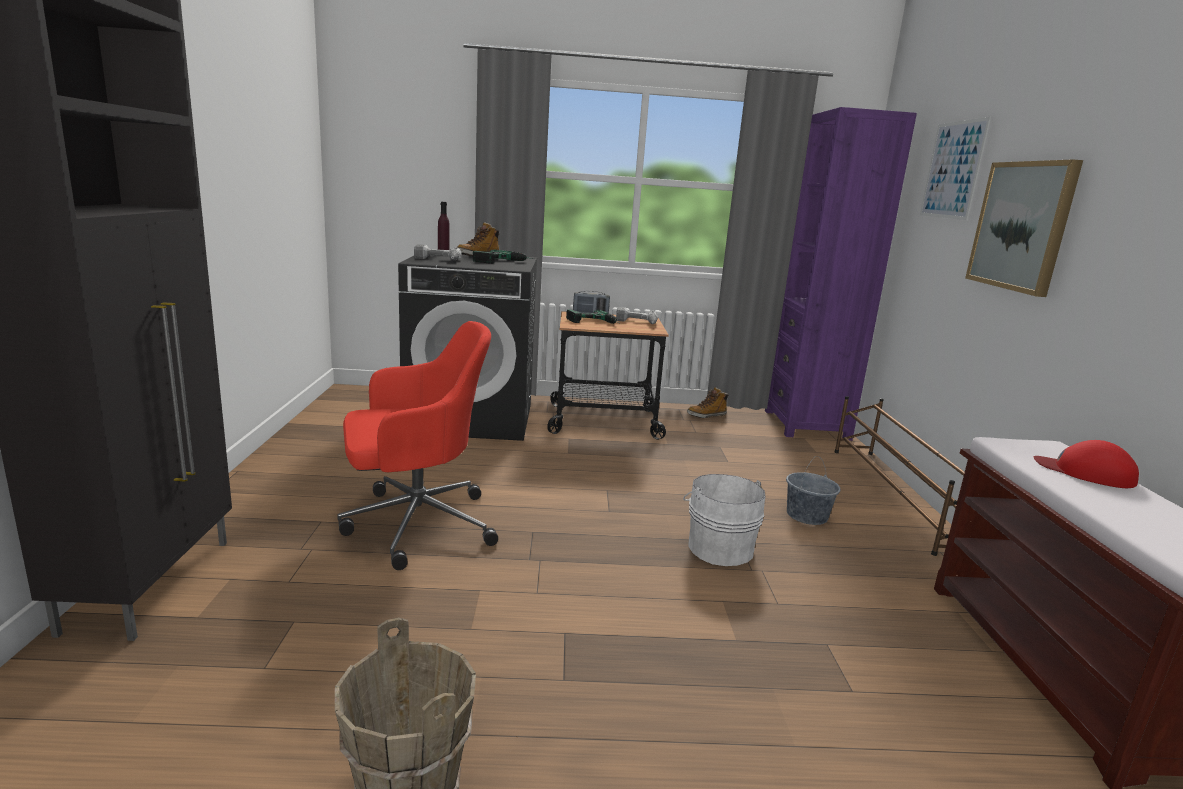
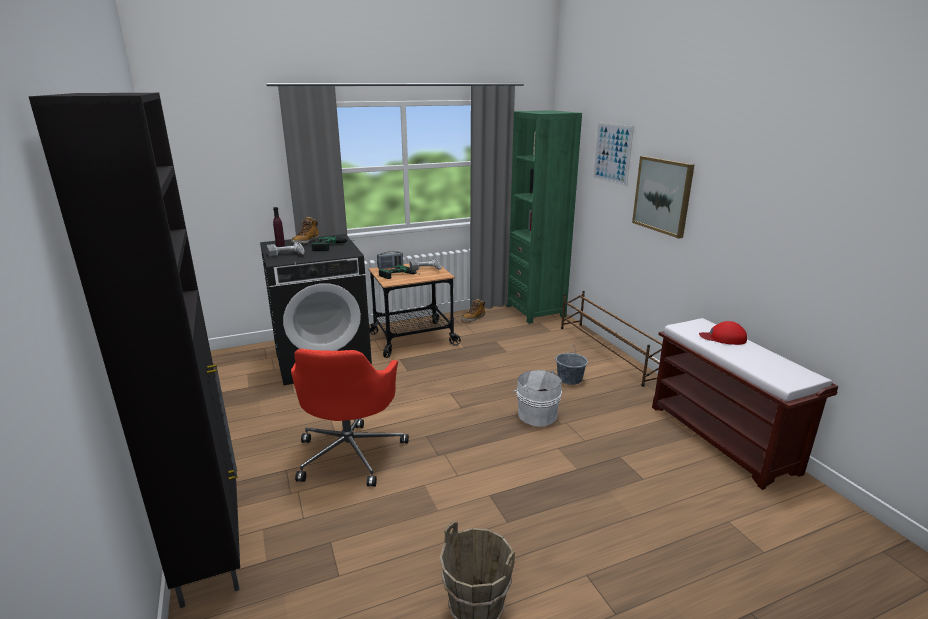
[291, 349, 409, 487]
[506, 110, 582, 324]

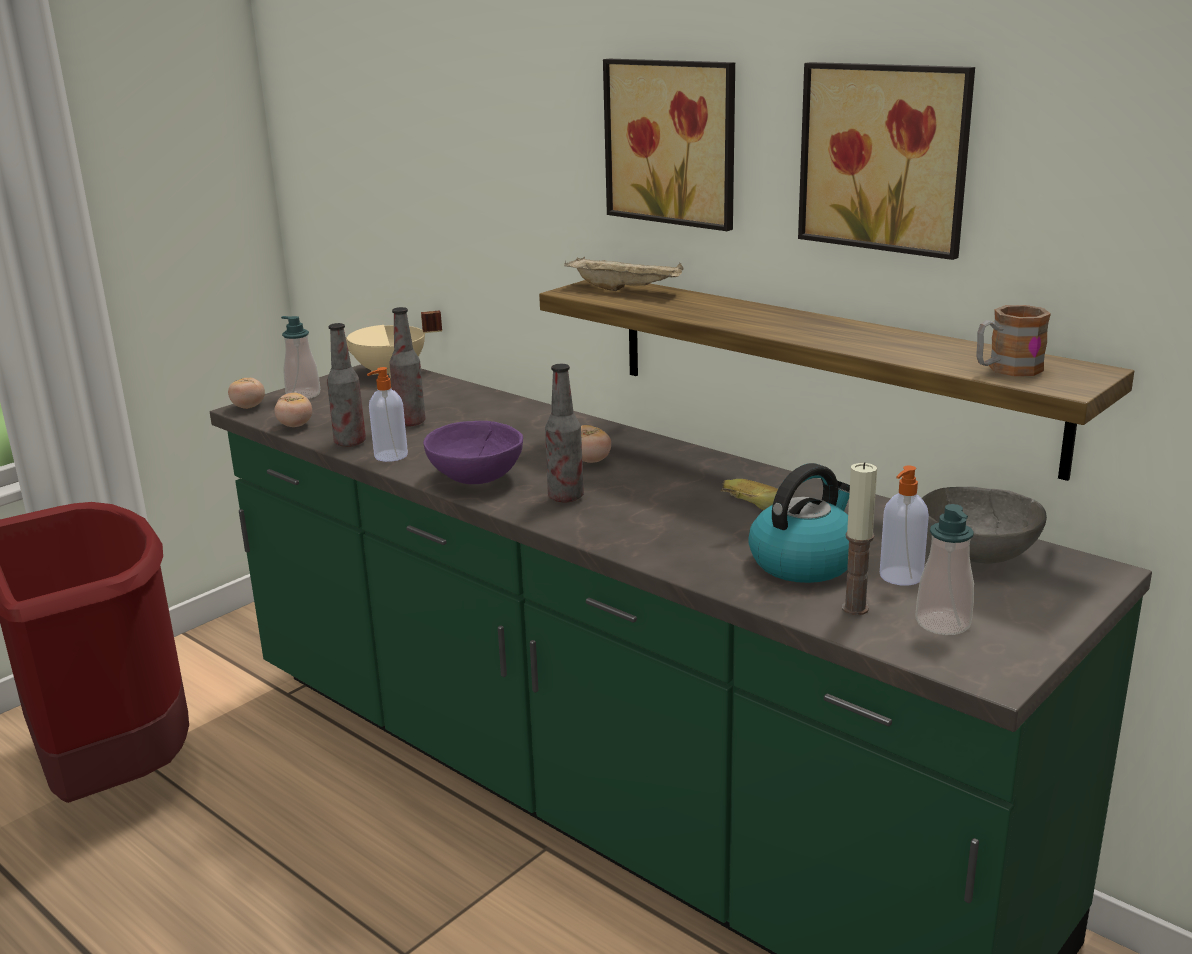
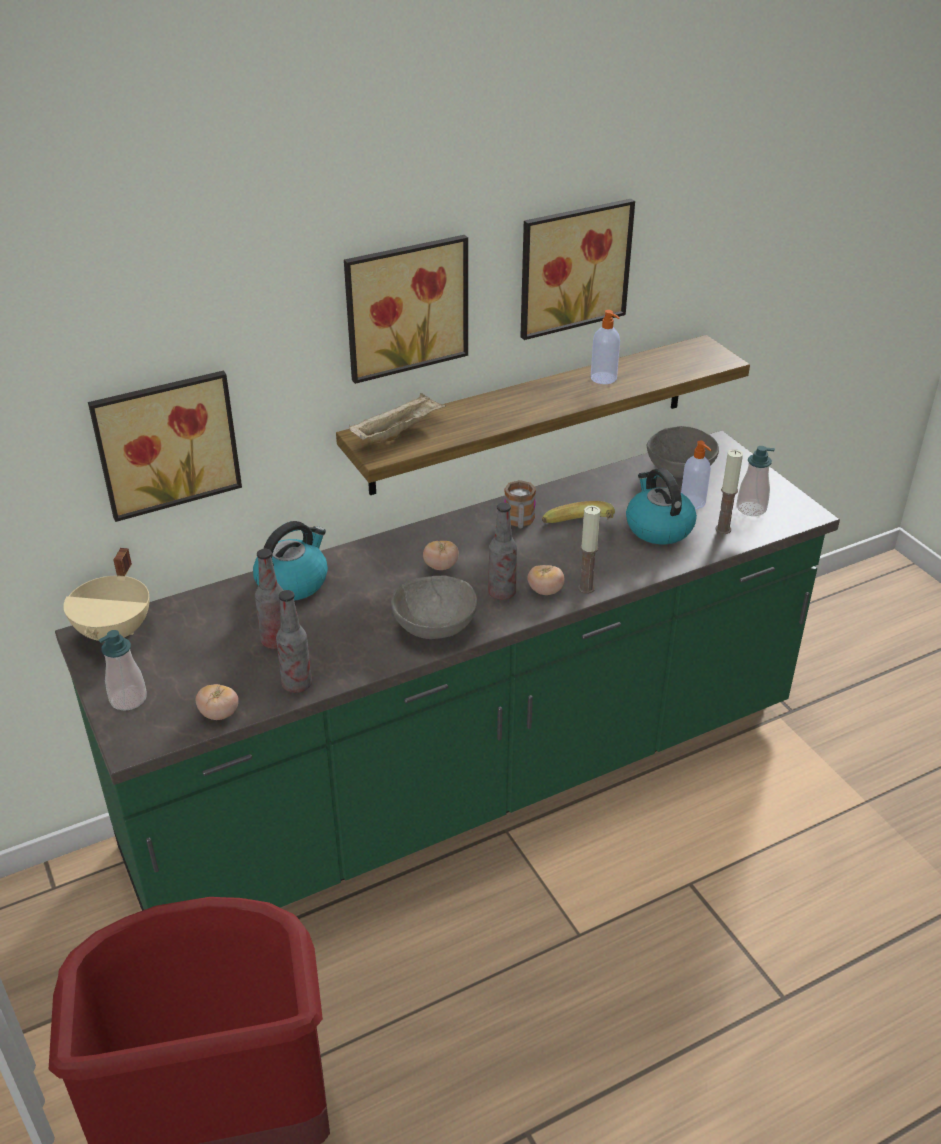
[88, 371, 242, 522]
[253, 521, 328, 601]
[391, 575, 477, 639]
[504, 480, 536, 528]
[527, 565, 564, 595]
[578, 505, 600, 594]
[591, 310, 620, 384]

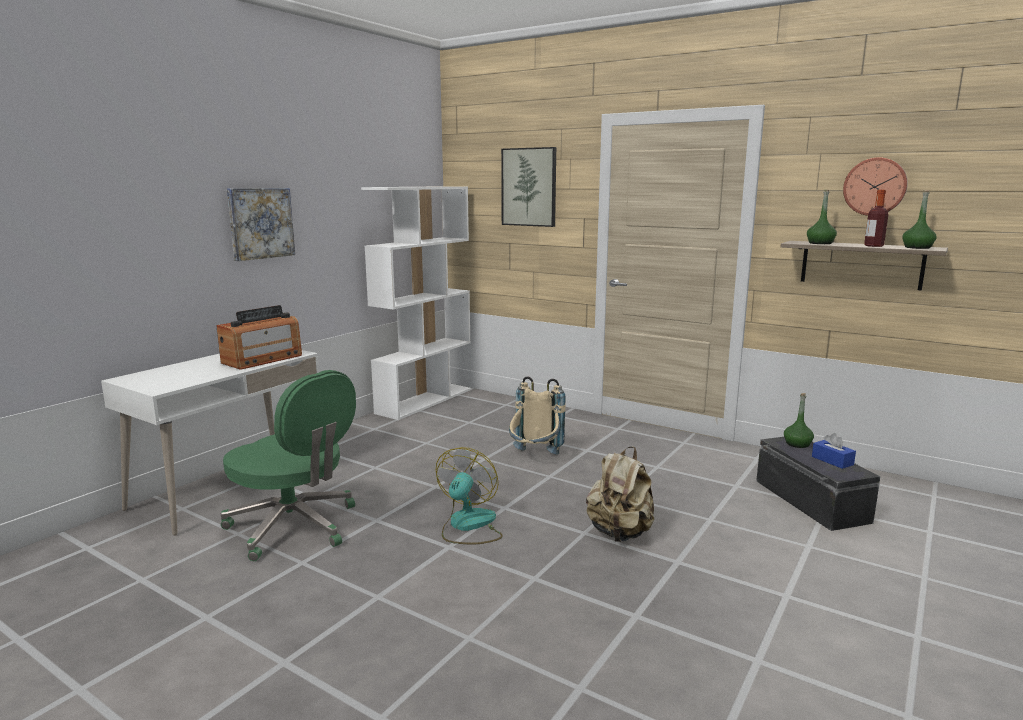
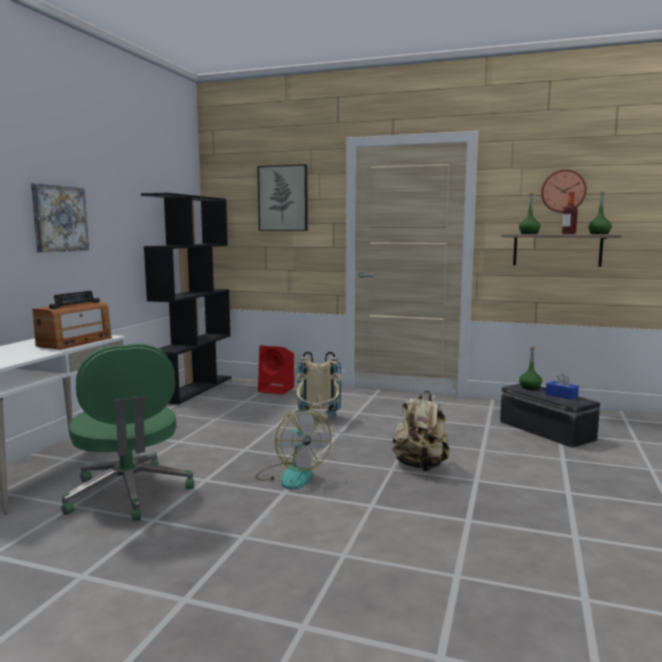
[61, 344, 194, 521]
[141, 193, 232, 405]
[256, 409, 331, 489]
[258, 346, 294, 395]

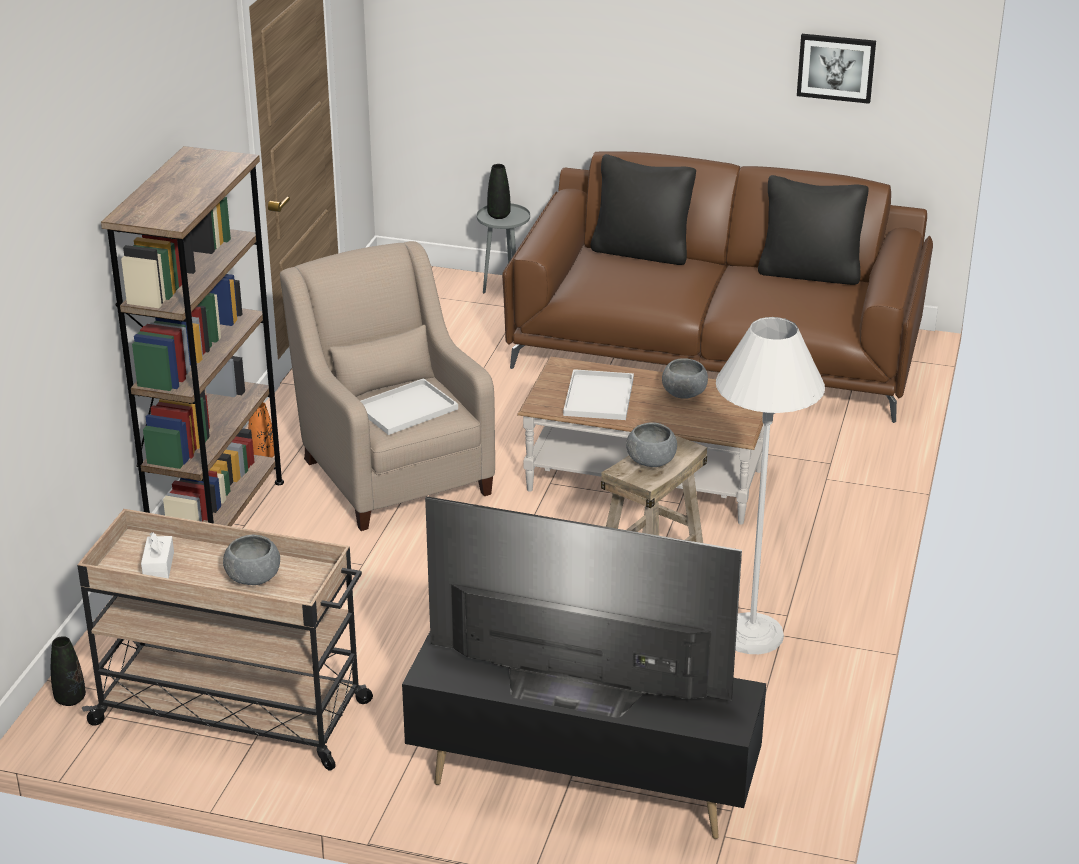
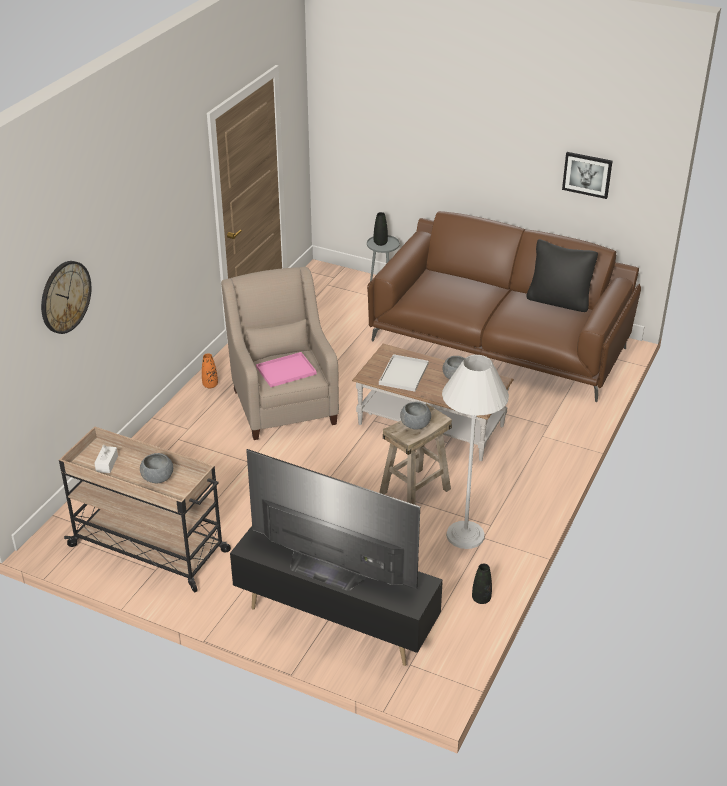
[41, 261, 91, 334]
[256, 352, 317, 387]
[472, 564, 492, 604]
[101, 146, 284, 526] (first image)
[591, 154, 696, 265] (first image)

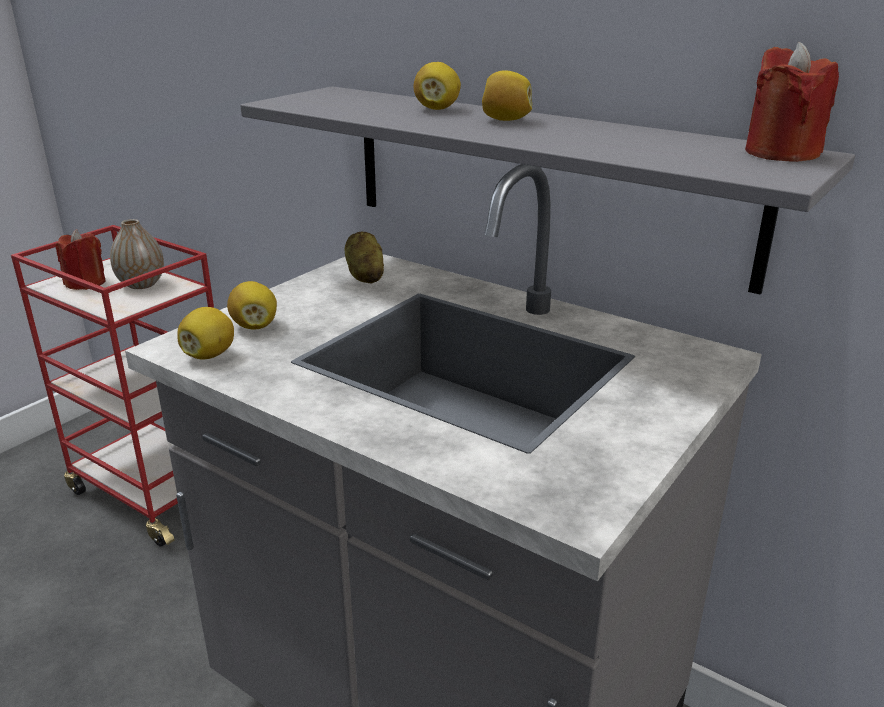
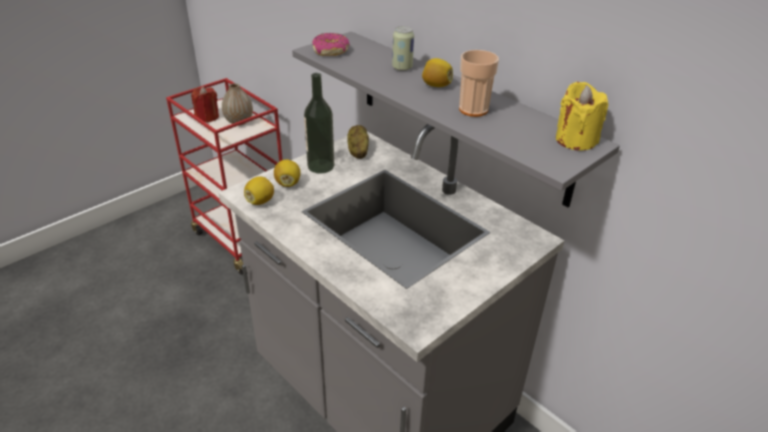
[304, 73, 334, 174]
[312, 33, 350, 56]
[392, 26, 414, 71]
[459, 50, 499, 117]
[556, 82, 608, 151]

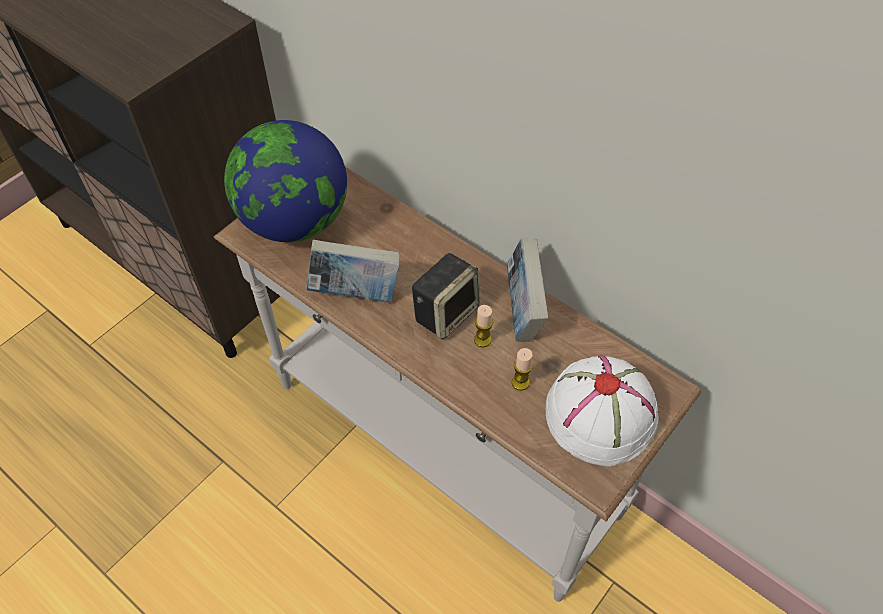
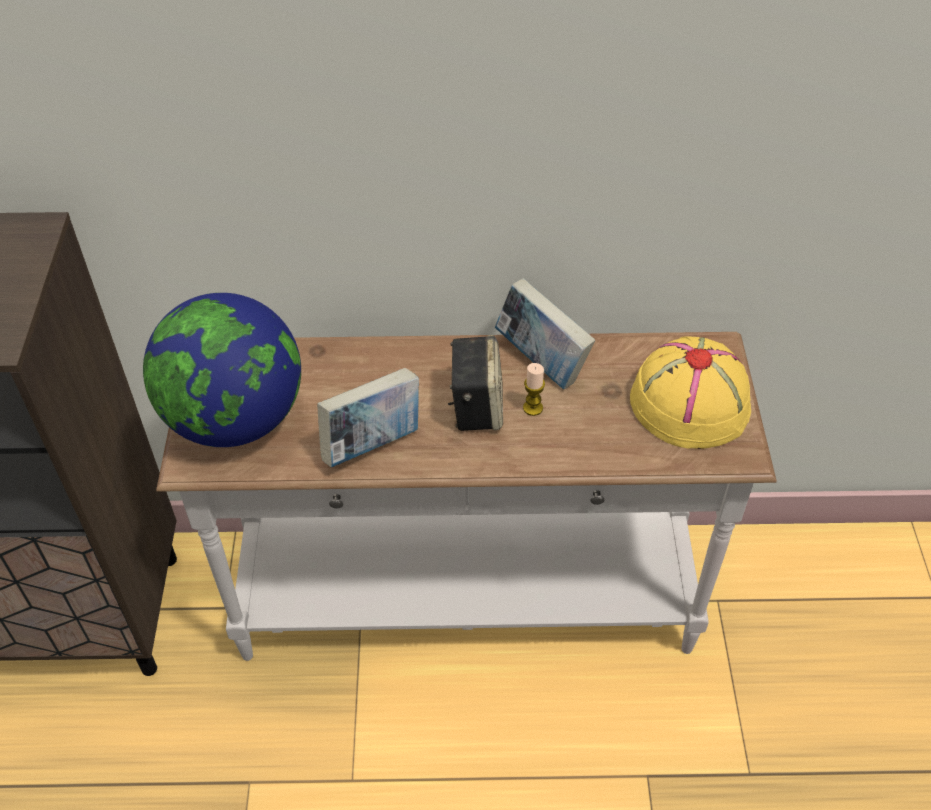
[630, 336, 751, 449]
[512, 348, 533, 391] (first image)

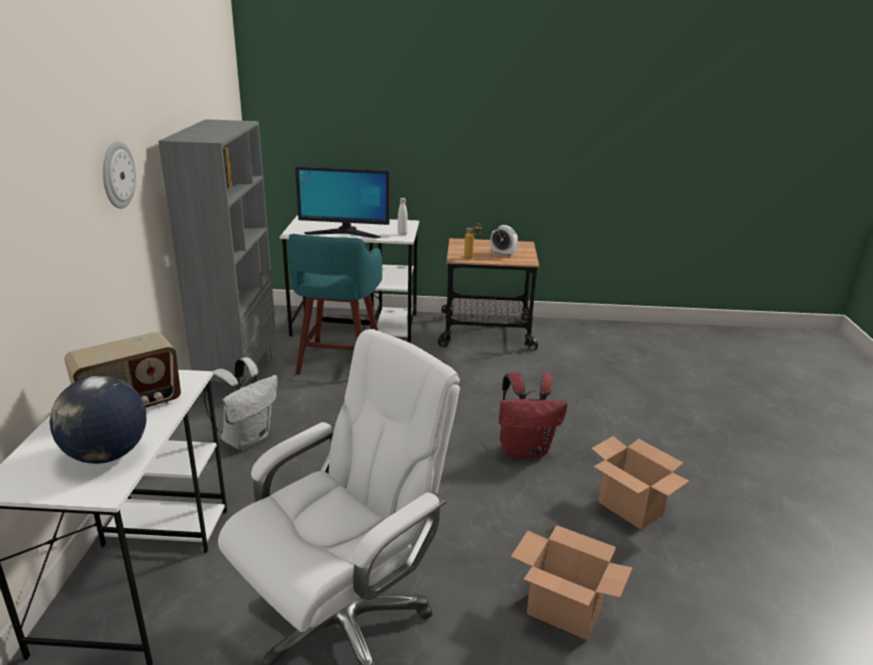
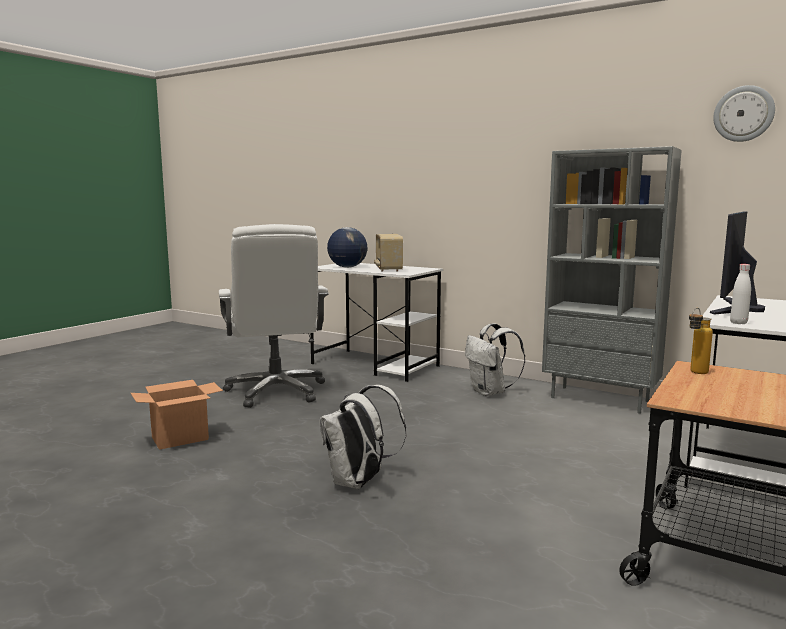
[319, 385, 406, 489]
[713, 85, 775, 142]
[288, 234, 382, 375] (first image)
[490, 225, 518, 256] (first image)
[591, 436, 689, 530] (first image)

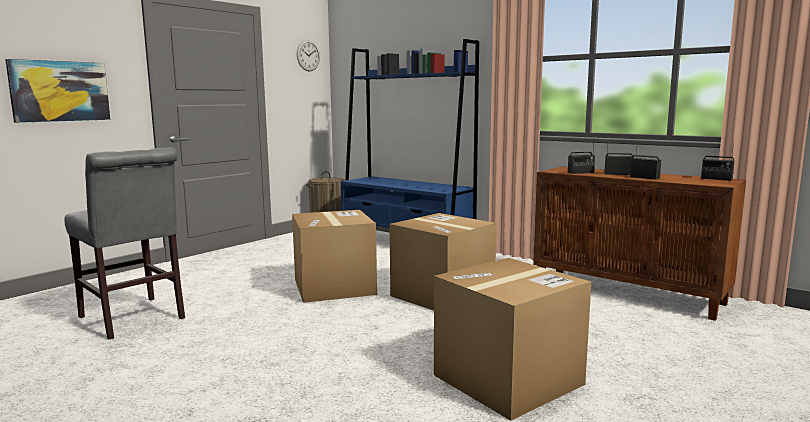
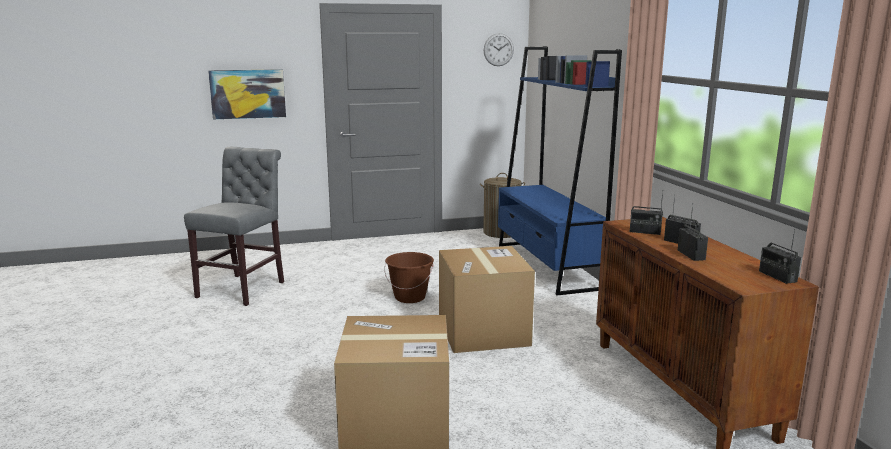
[184, 147, 284, 306]
[384, 252, 434, 303]

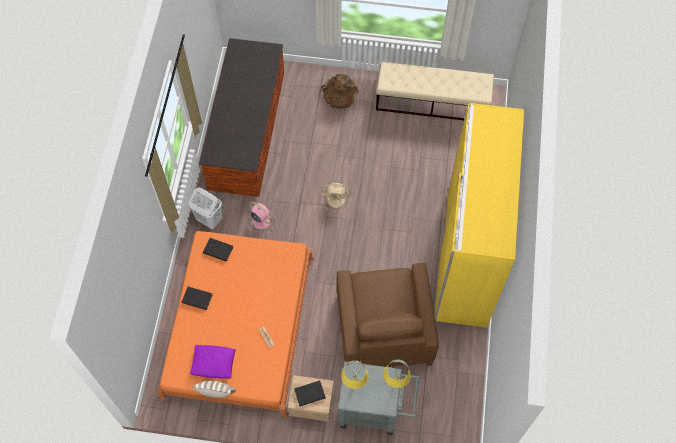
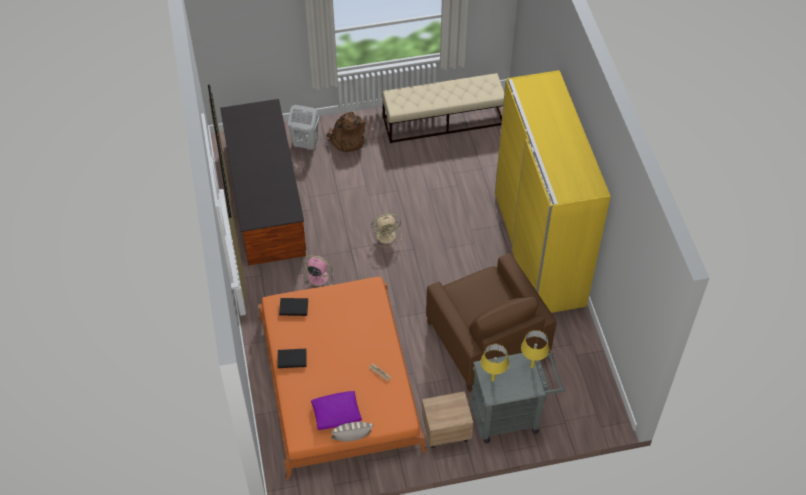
[288, 105, 319, 150]
[294, 380, 326, 406] (first image)

